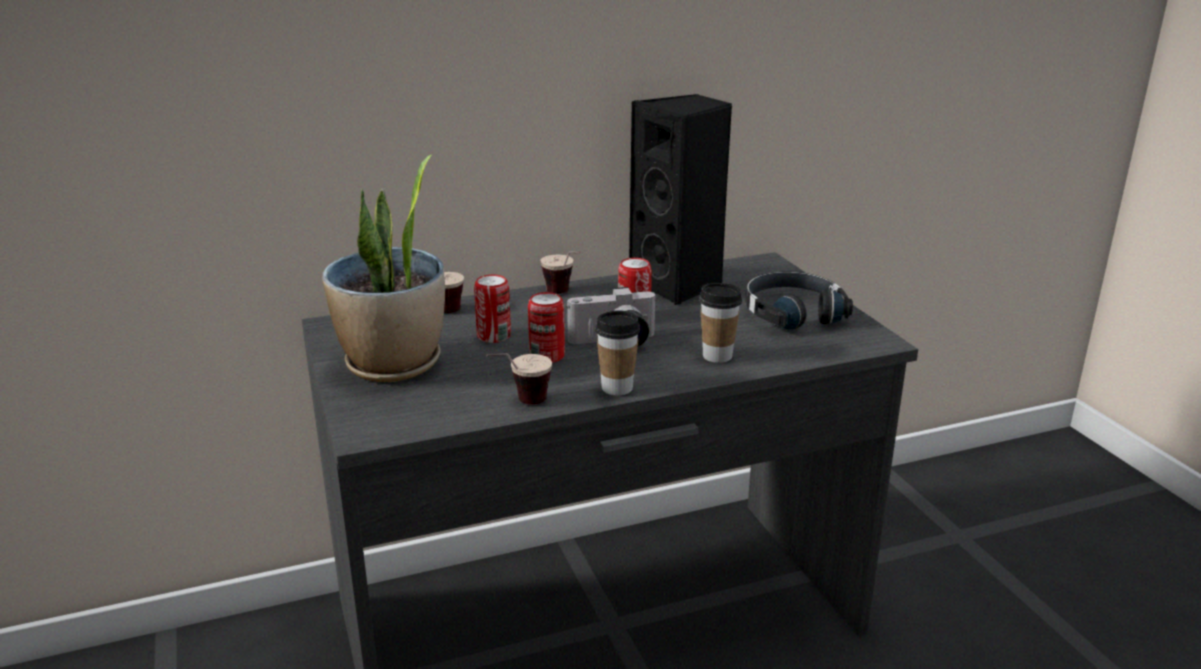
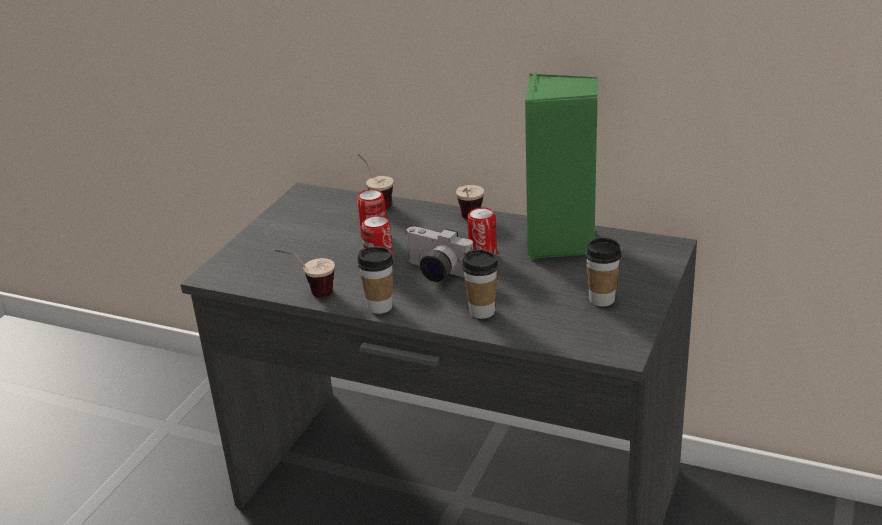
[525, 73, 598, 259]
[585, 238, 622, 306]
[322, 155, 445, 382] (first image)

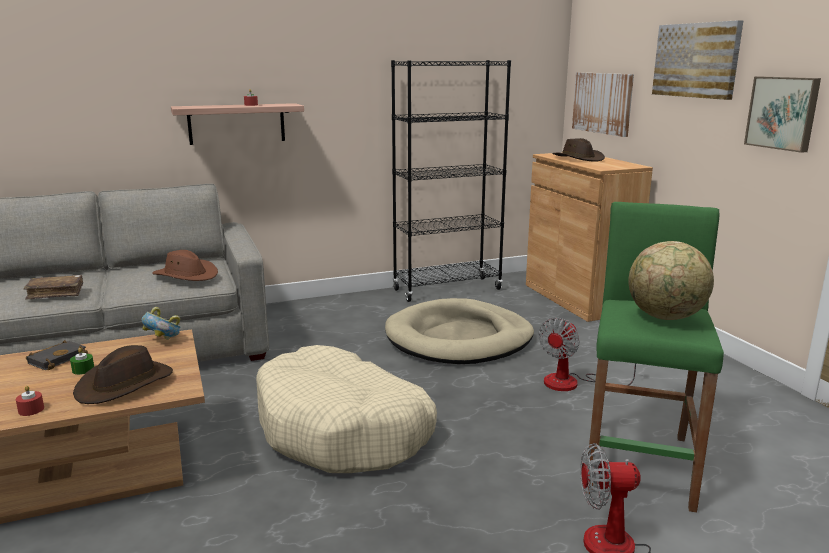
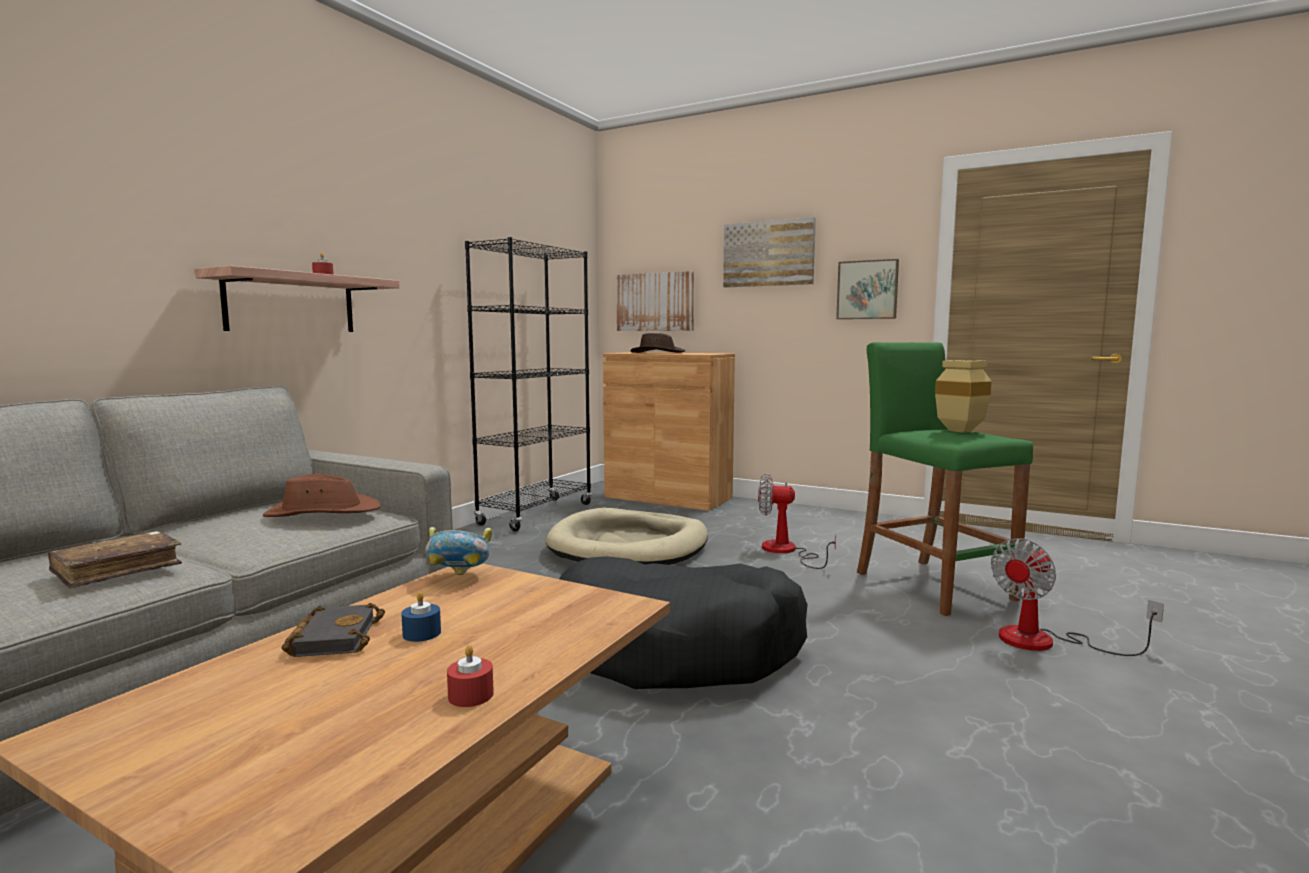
[401, 592, 441, 642]
[559, 556, 808, 689]
[758, 474, 836, 569]
[935, 360, 992, 433]
[73, 345, 173, 404] (first image)

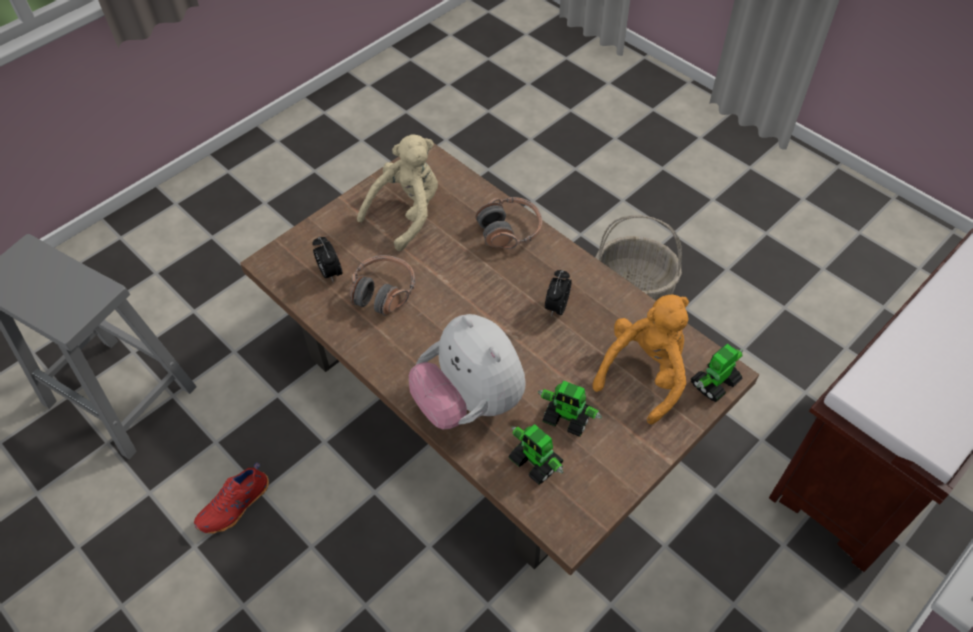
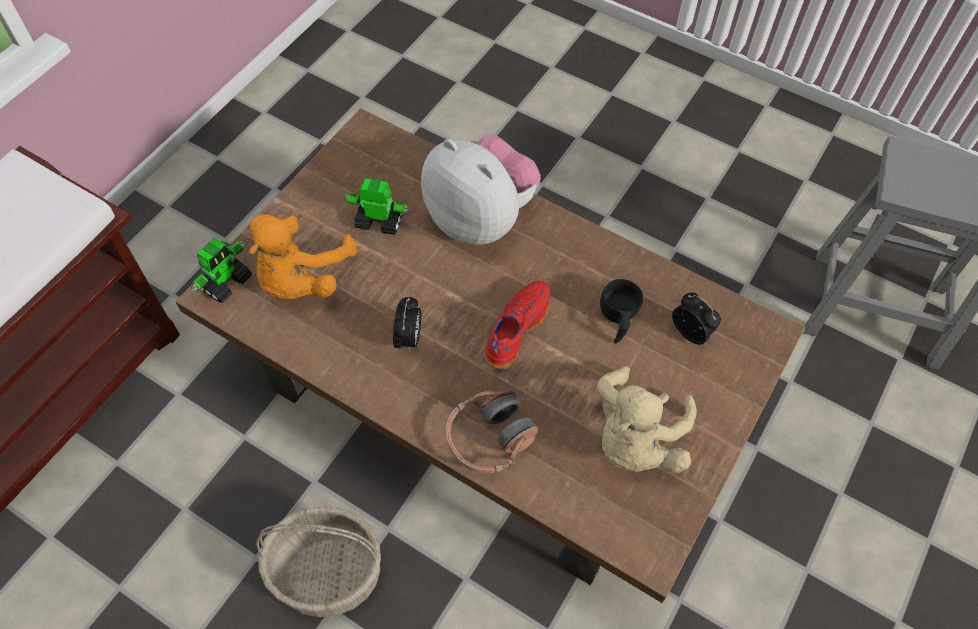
[485, 280, 550, 369]
[600, 279, 643, 343]
[508, 424, 563, 485] (first image)

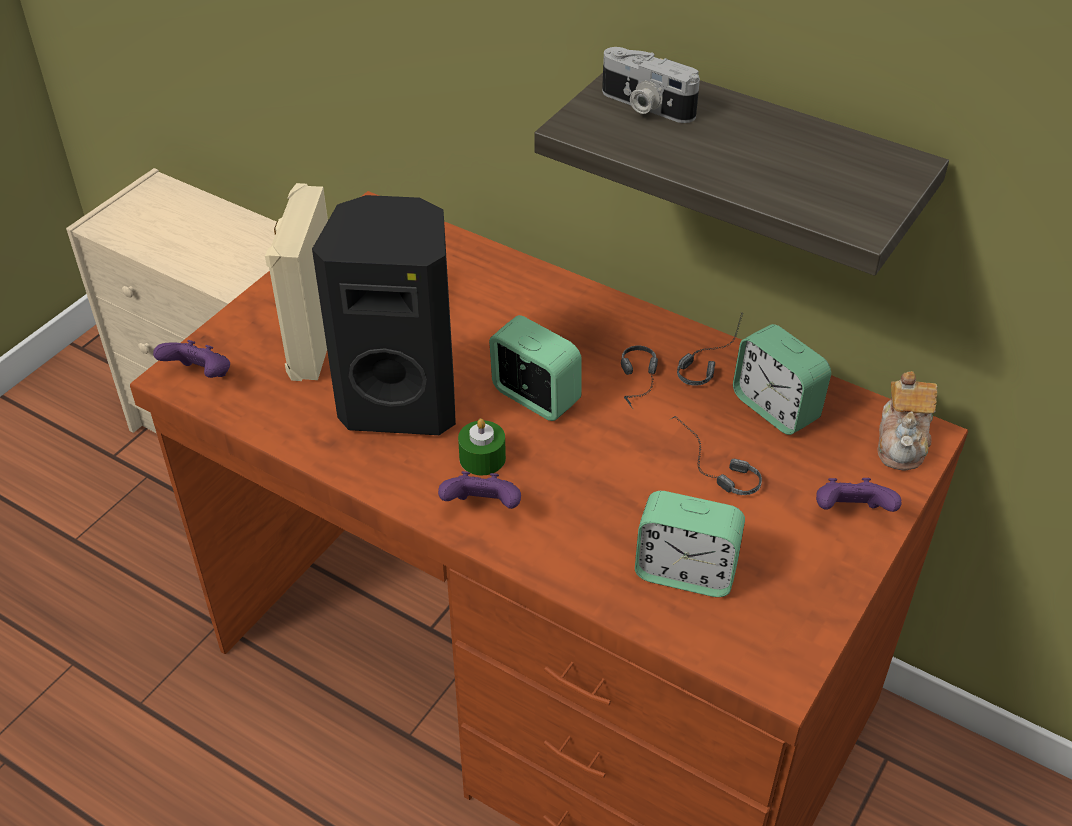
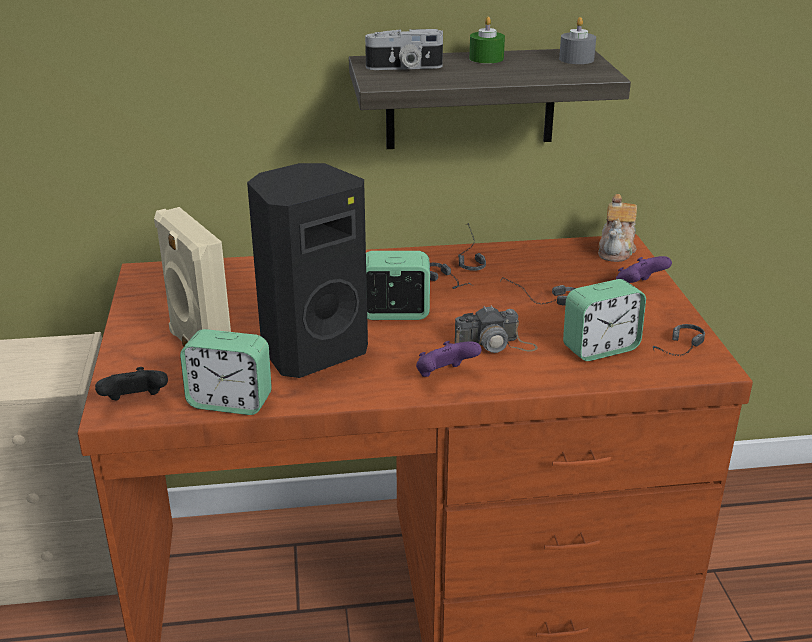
[95, 367, 168, 400]
[180, 329, 272, 415]
[454, 305, 538, 353]
[469, 16, 505, 63]
[559, 17, 596, 64]
[598, 194, 637, 262]
[653, 324, 705, 356]

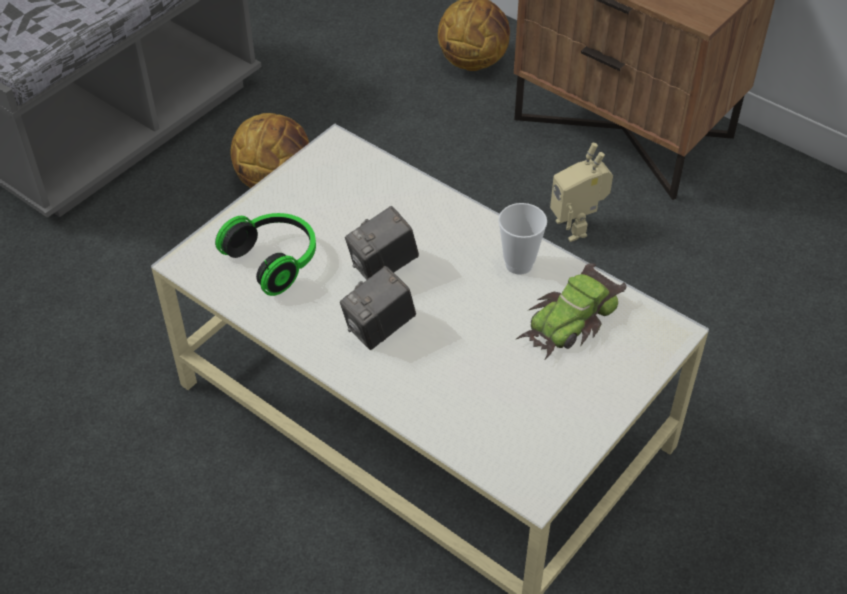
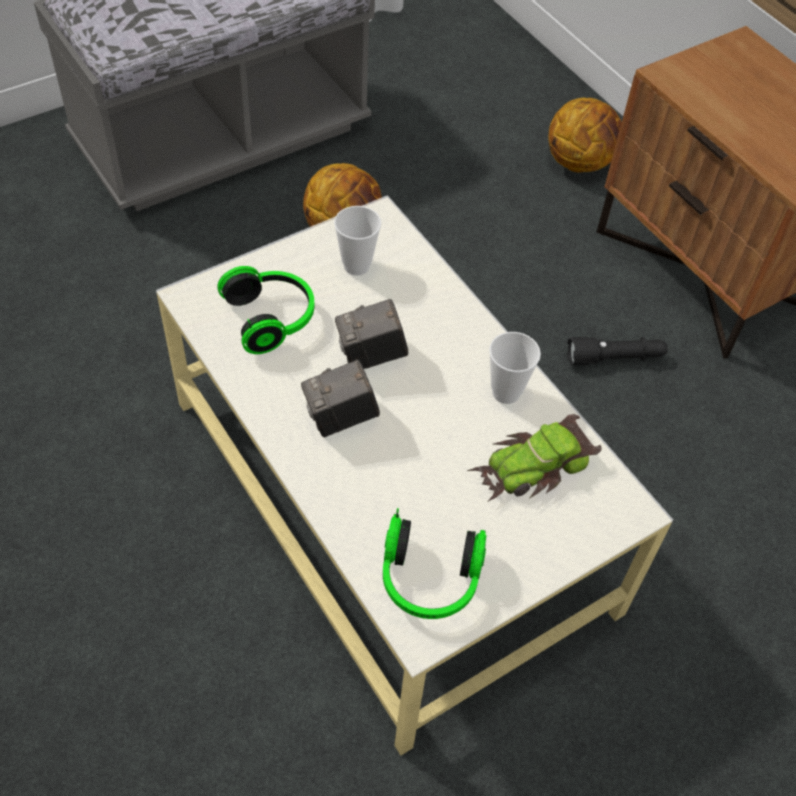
[334, 206, 381, 276]
[383, 508, 486, 619]
[567, 337, 668, 366]

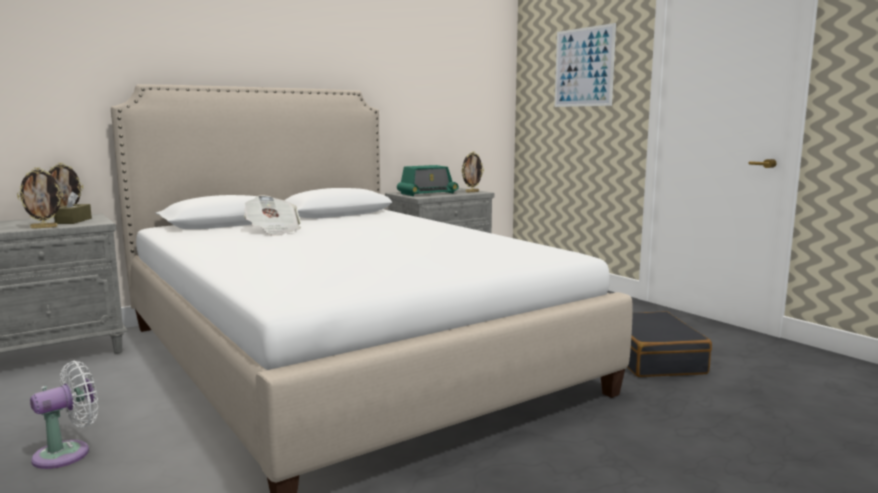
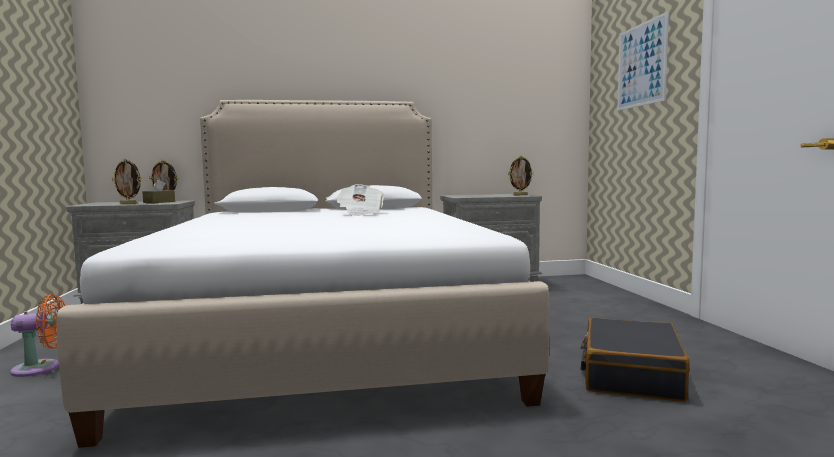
[10, 294, 65, 377]
[336, 184, 384, 216]
[397, 165, 459, 196] (first image)

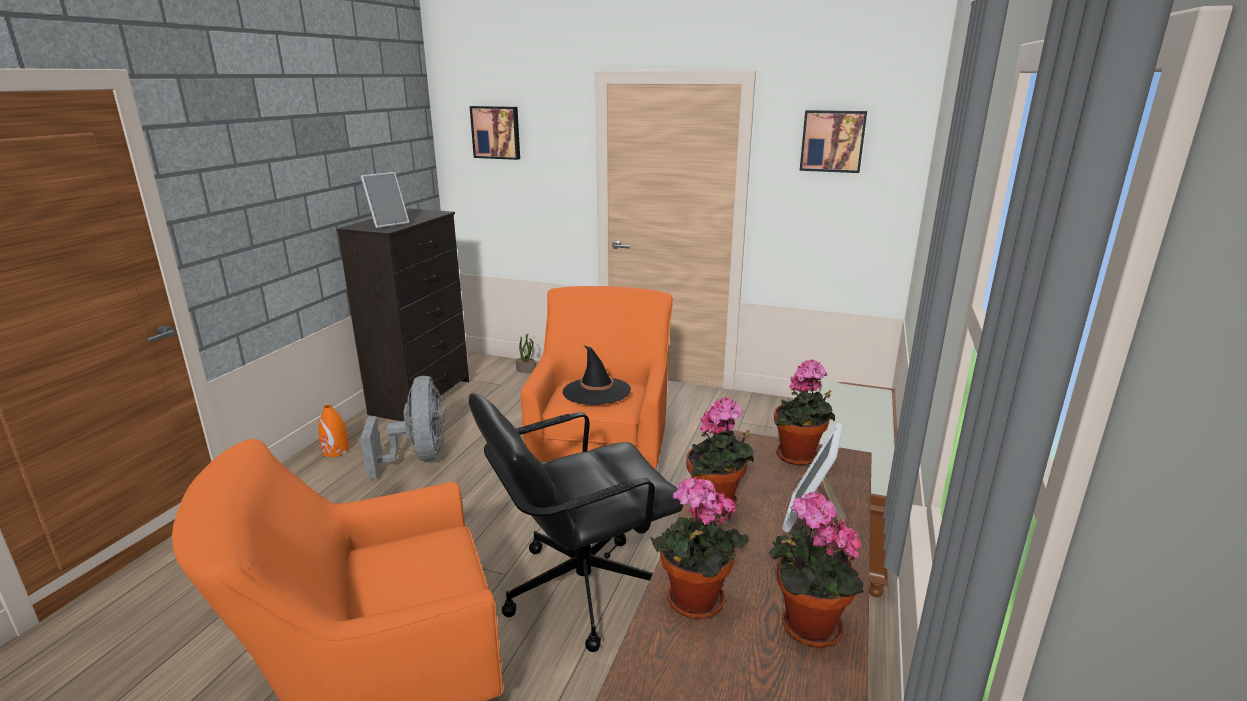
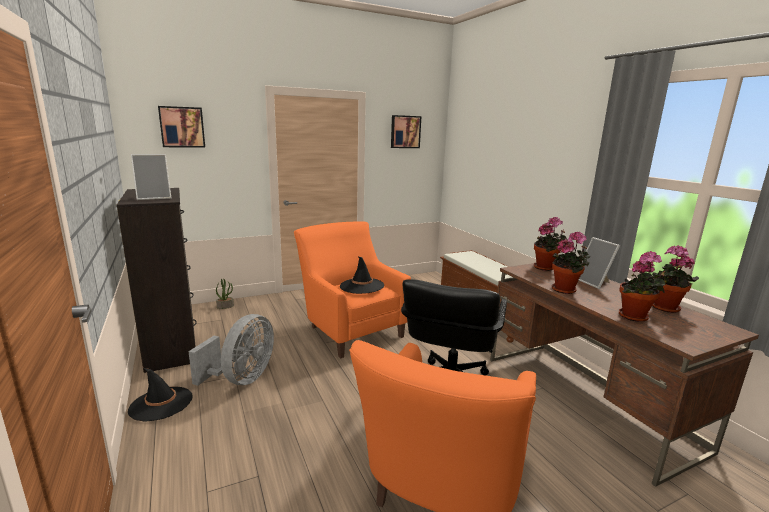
[128, 368, 193, 422]
[131, 154, 171, 200]
[188, 314, 274, 386]

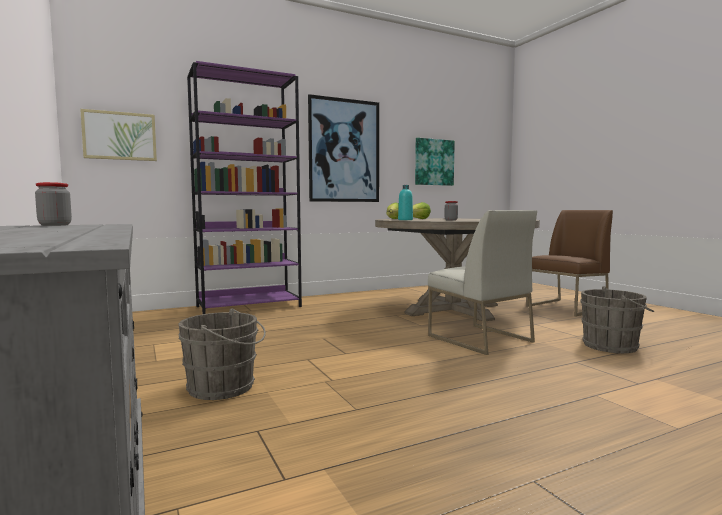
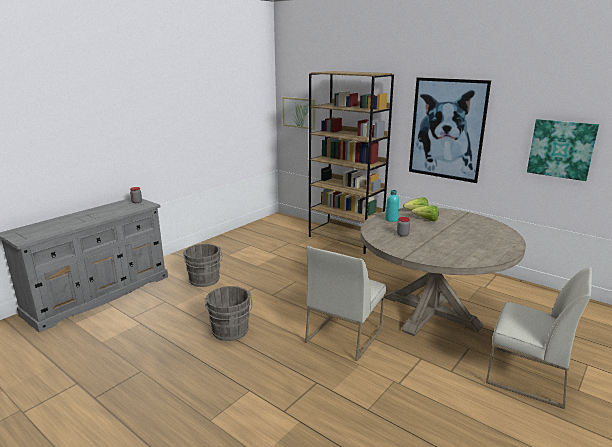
[205, 286, 253, 341]
[309, 71, 394, 254]
[486, 267, 592, 409]

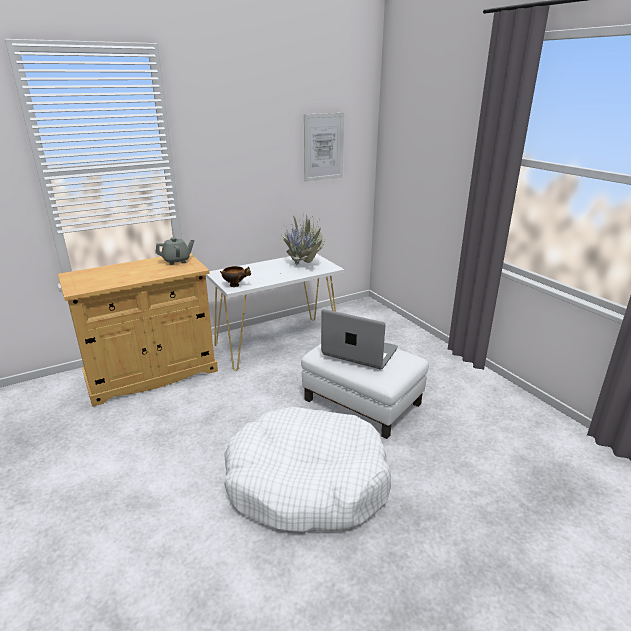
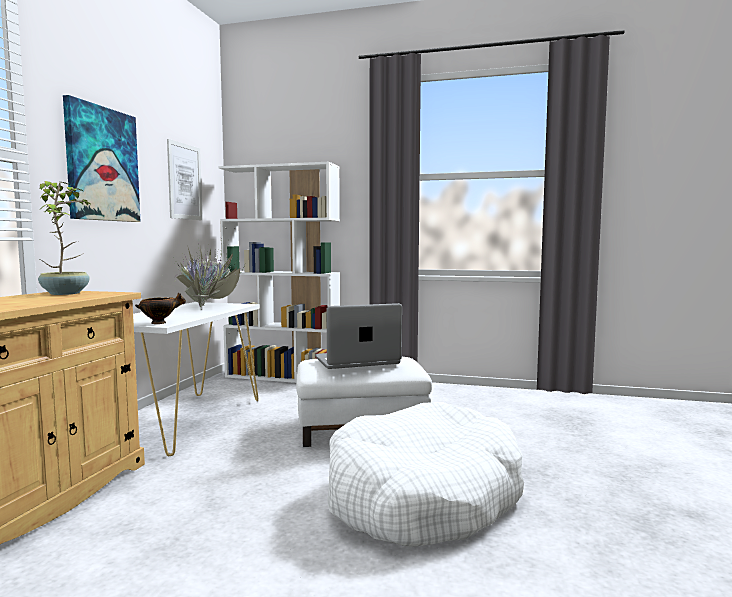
[38, 181, 90, 295]
[63, 95, 140, 222]
[219, 162, 340, 383]

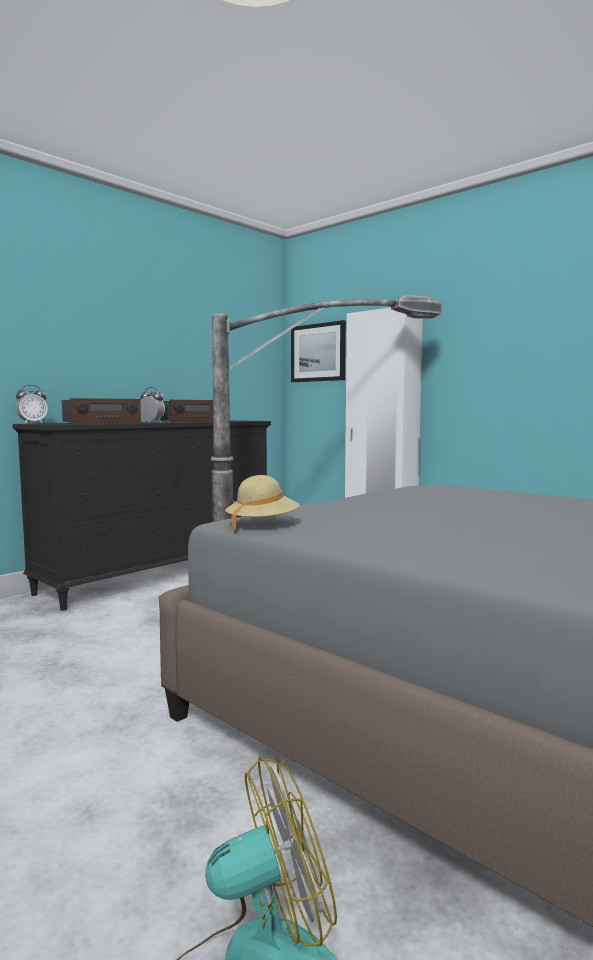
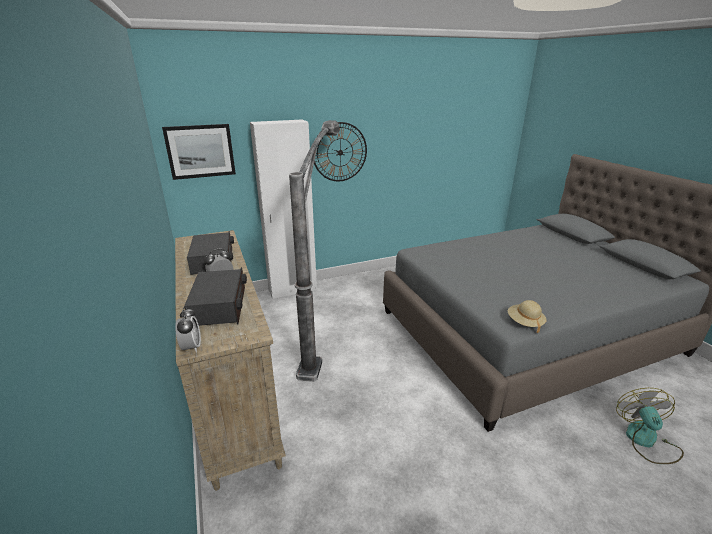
[175, 230, 286, 491]
[314, 122, 367, 181]

